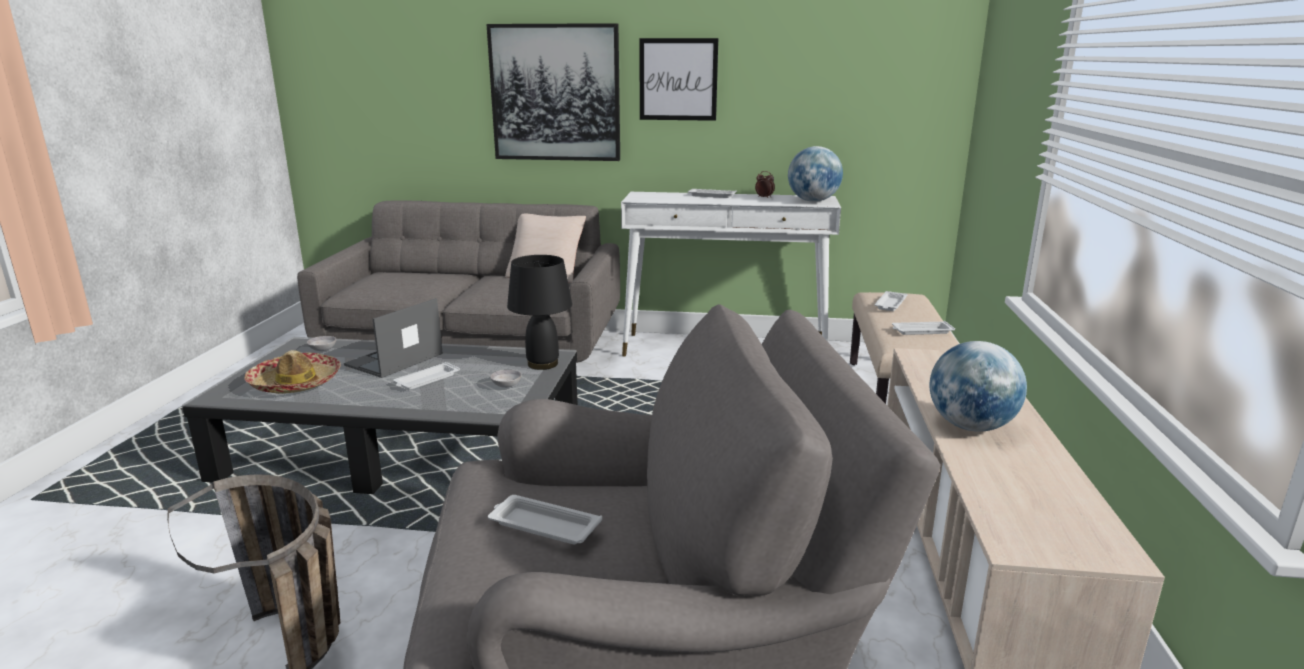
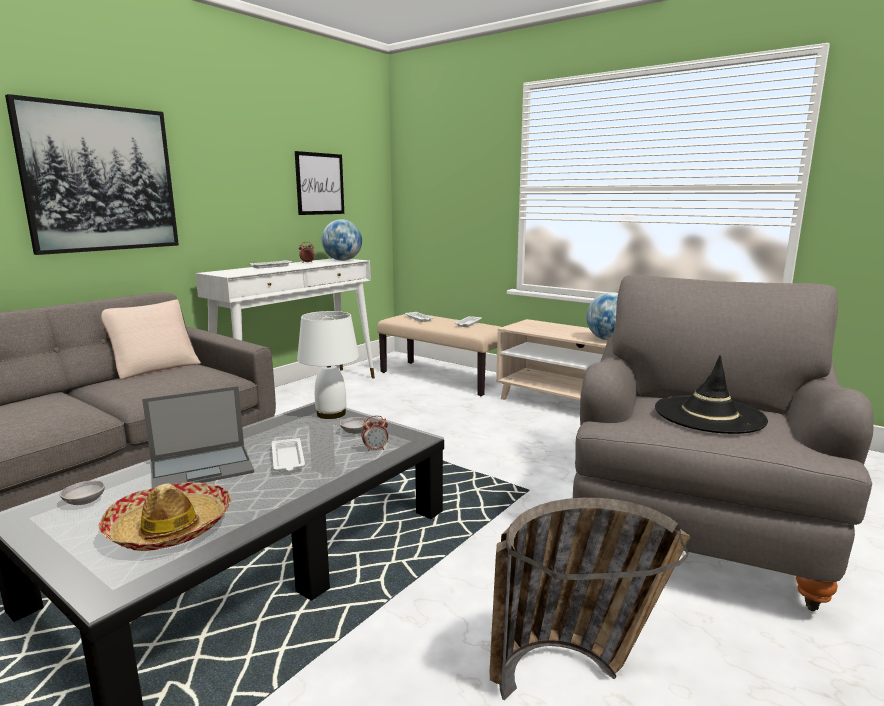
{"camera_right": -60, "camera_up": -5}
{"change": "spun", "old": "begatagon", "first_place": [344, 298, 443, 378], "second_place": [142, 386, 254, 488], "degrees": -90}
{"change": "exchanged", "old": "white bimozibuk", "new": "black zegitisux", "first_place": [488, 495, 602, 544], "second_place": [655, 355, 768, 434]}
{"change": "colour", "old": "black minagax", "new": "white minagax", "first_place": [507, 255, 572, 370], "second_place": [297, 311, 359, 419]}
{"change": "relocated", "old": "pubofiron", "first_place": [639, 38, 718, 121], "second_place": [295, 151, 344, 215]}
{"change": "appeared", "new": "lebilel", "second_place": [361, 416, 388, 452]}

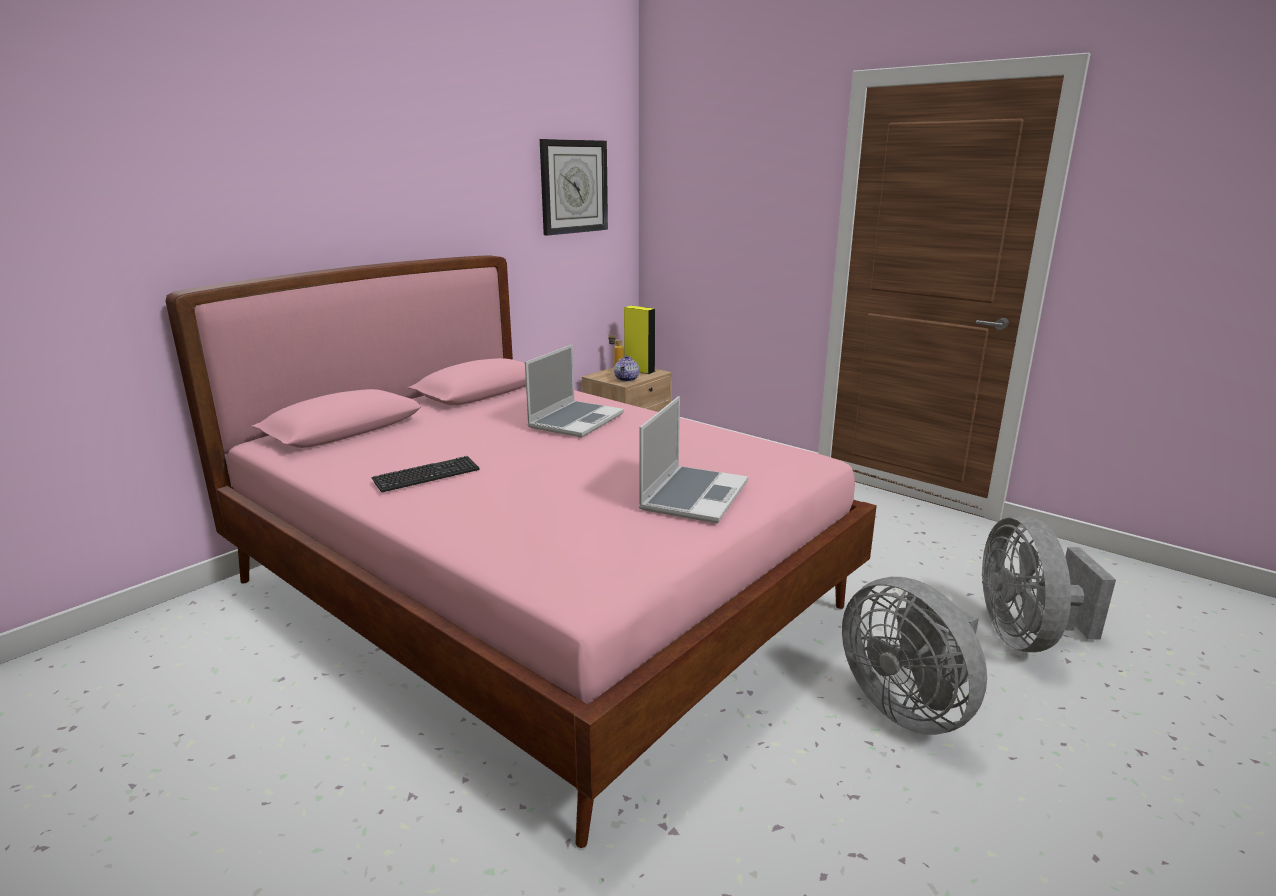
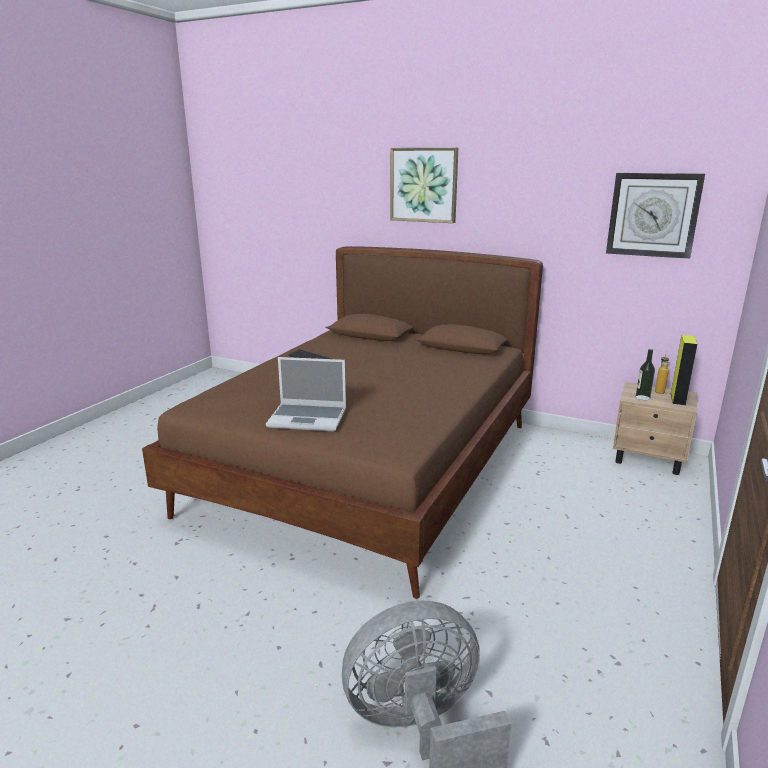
{"camera_right": 75, "camera_up": 0}
{"change": "colour", "old": "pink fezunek", "new": "brown fezunek", "first_place": [166, 256, 877, 848], "second_place": [142, 246, 543, 599]}
{"change": "missing", "old": "begatagon", "first_place": [525, 344, 624, 438]}
{"change": "exchanged", "old": "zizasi", "new": "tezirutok", "first_place": [614, 355, 639, 382], "second_place": [636, 349, 655, 400]}
{"change": "missing", "old": "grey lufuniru", "first_place": [842, 577, 987, 735]}
{"change": "appeared", "new": "pubofiron", "second_place": [390, 148, 458, 223]}

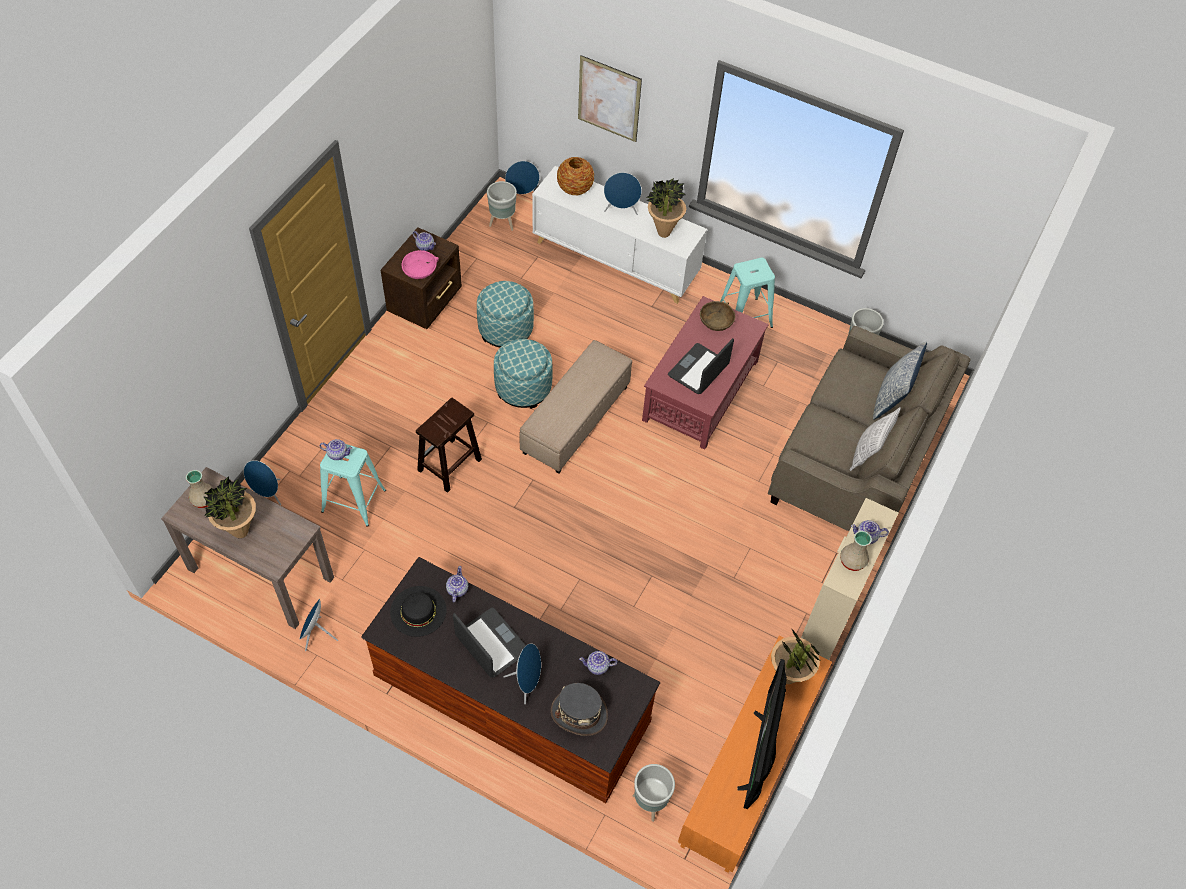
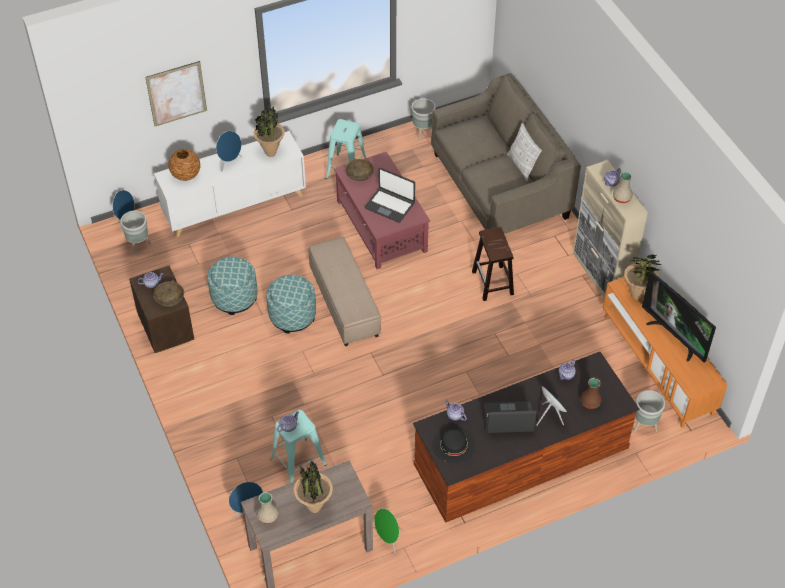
{"camera_right": -50, "camera_up": -5}
{"change": "colour", "old": "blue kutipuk", "new": "green kutipuk", "first_place": [300, 599, 338, 651], "second_place": [374, 508, 403, 553]}
{"change": "colour", "old": "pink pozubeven", "new": "brown pozubeven", "first_place": [401, 250, 439, 279], "second_place": [153, 280, 184, 307]}
{"change": "relocated", "old": "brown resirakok", "first_place": [416, 398, 482, 493], "second_place": [472, 227, 514, 301]}
{"change": "exchanged", "old": "grey zegitisux", "new": "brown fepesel", "first_place": [551, 683, 608, 736], "second_place": [581, 378, 602, 409]}
{"change": "spun", "old": "begatagon", "first_place": [668, 338, 734, 394], "second_place": [365, 168, 415, 223], "degrees": -45}
{"change": "missing", "old": "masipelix", "first_place": [873, 342, 927, 420]}

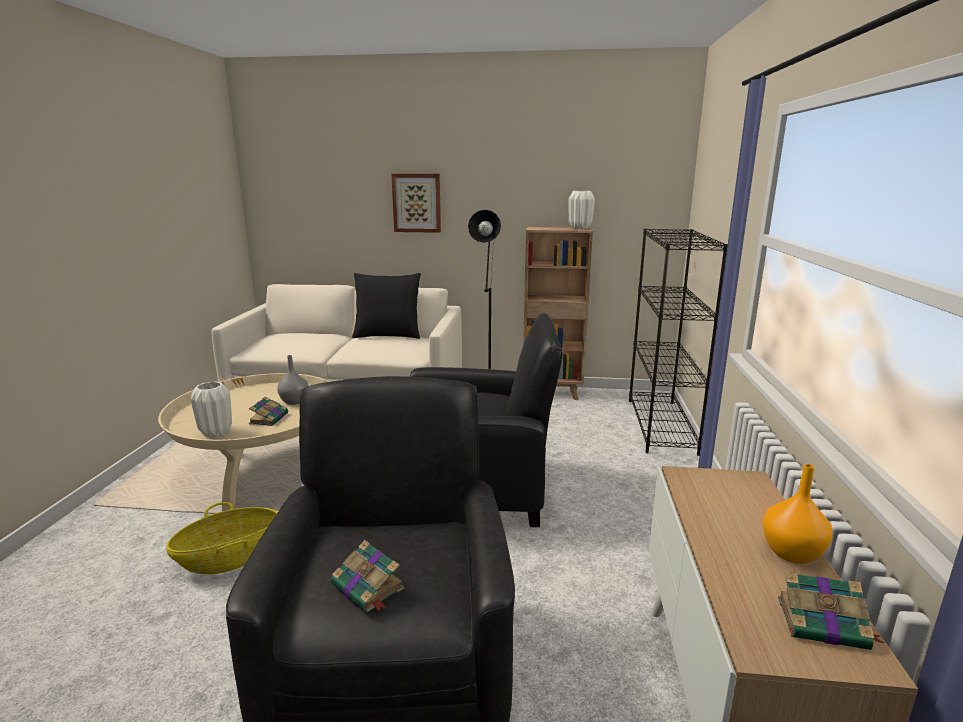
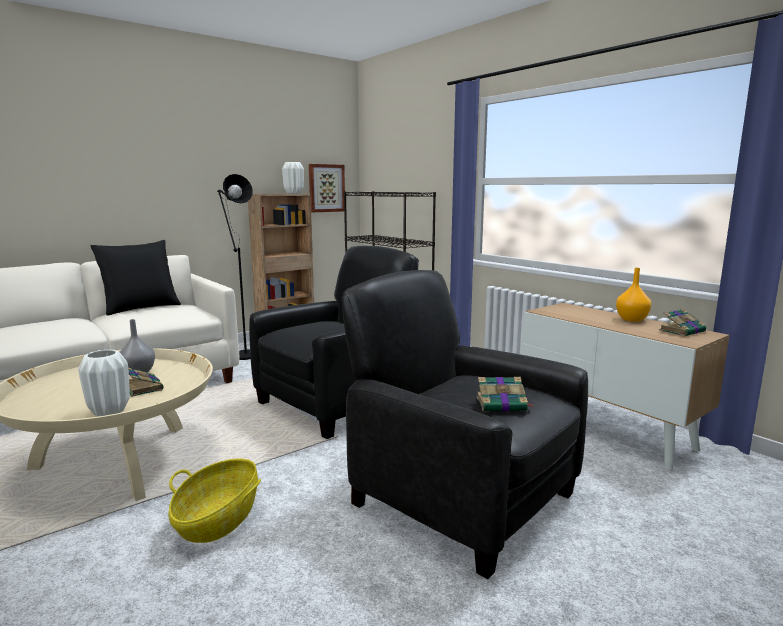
{"camera_right": -45, "camera_up": -5}
{"change": "relocated", "old": "pubofiron", "first_place": [391, 174, 441, 233], "second_place": [309, 164, 345, 212]}

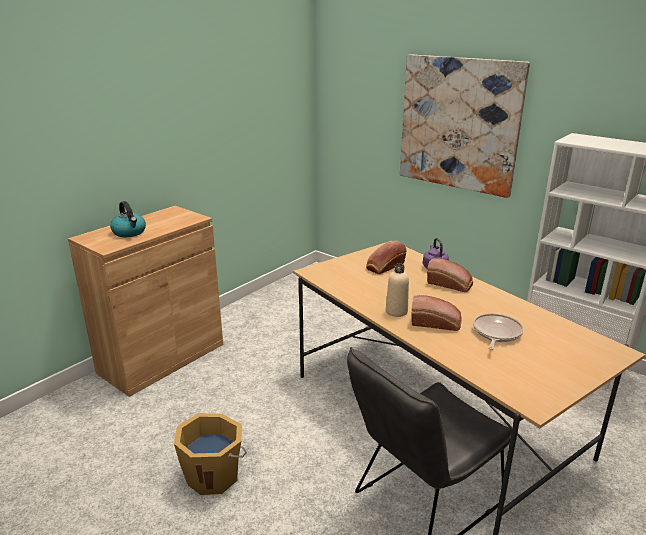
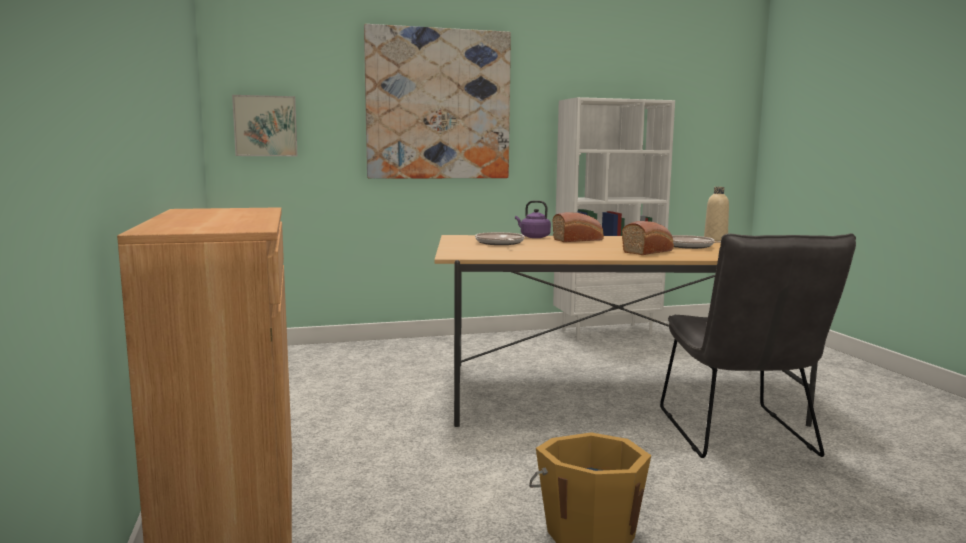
{"camera_right": -55, "camera_up": -15}
{"change": "missing", "old": "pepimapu", "first_place": [110, 201, 146, 237]}
{"change": "exchanged", "old": "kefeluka", "new": "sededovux", "first_place": [366, 241, 407, 274], "second_place": [475, 232, 524, 245]}
{"change": "relocated", "old": "beige tezirutok", "first_place": [386, 263, 409, 317], "second_place": [704, 187, 729, 241]}
{"change": "appeared", "new": "pubofiron", "second_place": [232, 95, 298, 156]}

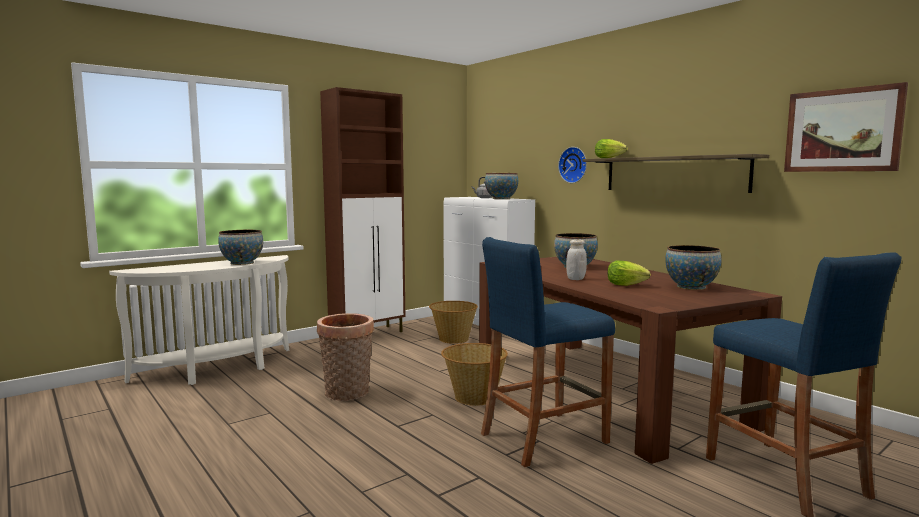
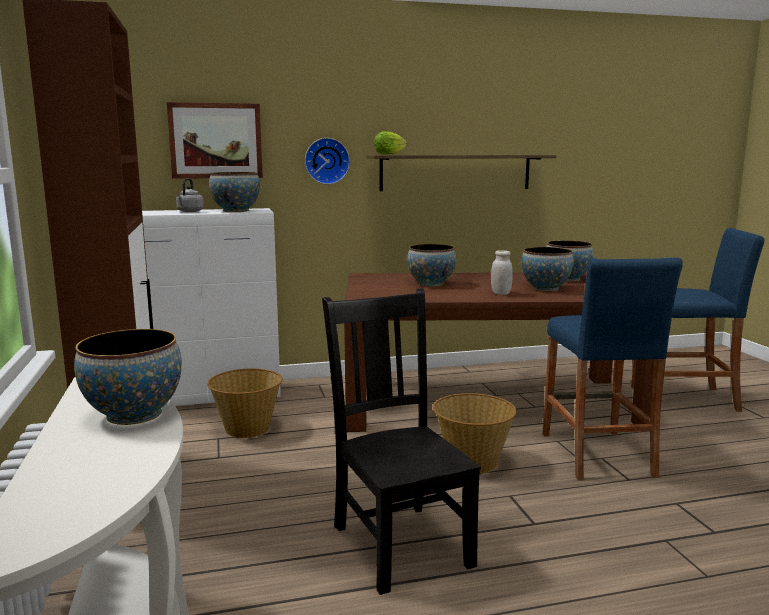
{"camera_right": -65, "camera_up": 5}
{"change": "exchanged", "old": "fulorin", "new": "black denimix", "first_place": [317, 313, 374, 401], "second_place": [322, 288, 481, 595]}
{"change": "exchanged", "old": "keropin", "new": "pozubeven", "first_place": [608, 260, 651, 286], "second_place": [522, 247, 574, 291]}
{"change": "relocated", "old": "pubofiron", "first_place": [784, 82, 908, 172], "second_place": [167, 102, 263, 179]}

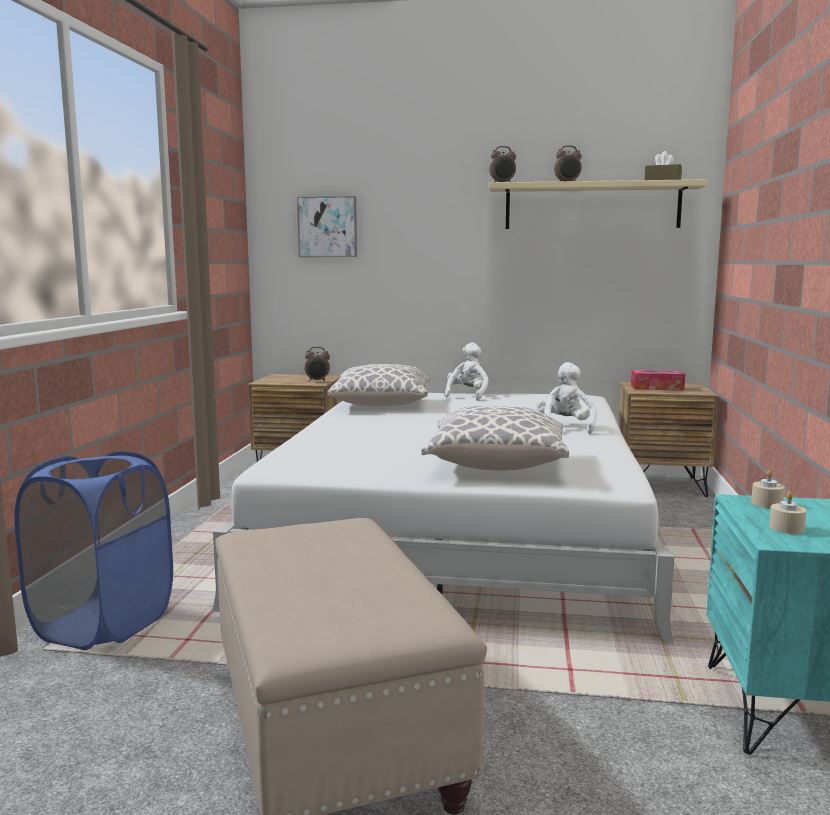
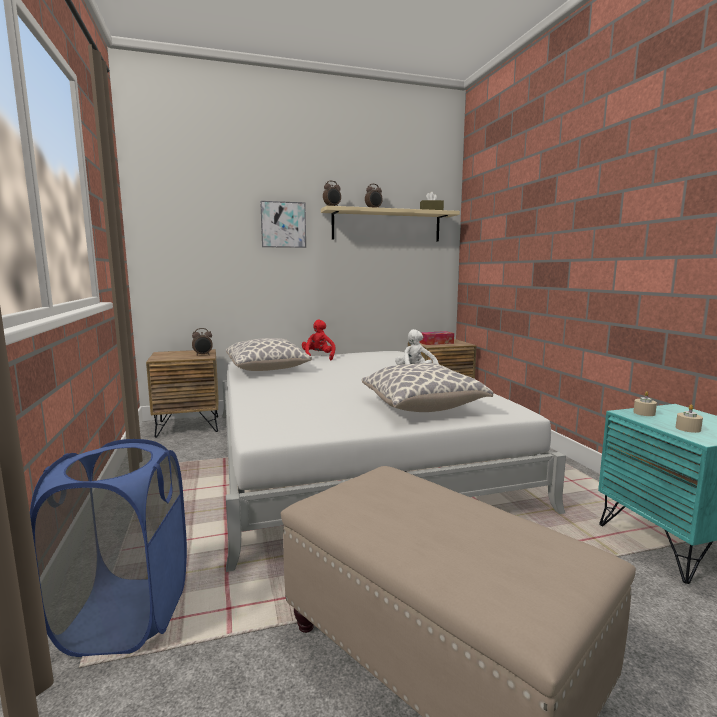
{"camera_right": -25, "camera_up": 0}
{"change": "relocated", "old": "pubofiron", "first_place": [297, 196, 357, 257], "second_place": [260, 201, 306, 248]}
{"change": "colour", "old": "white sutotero", "new": "red sutotero", "first_place": [445, 342, 489, 401], "second_place": [302, 319, 335, 360]}

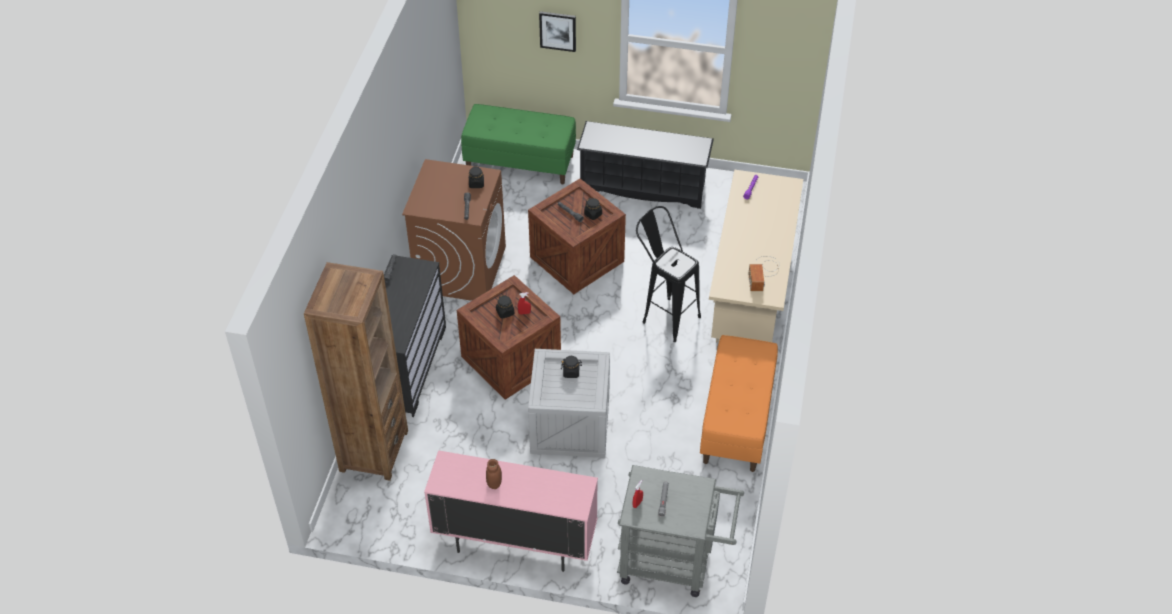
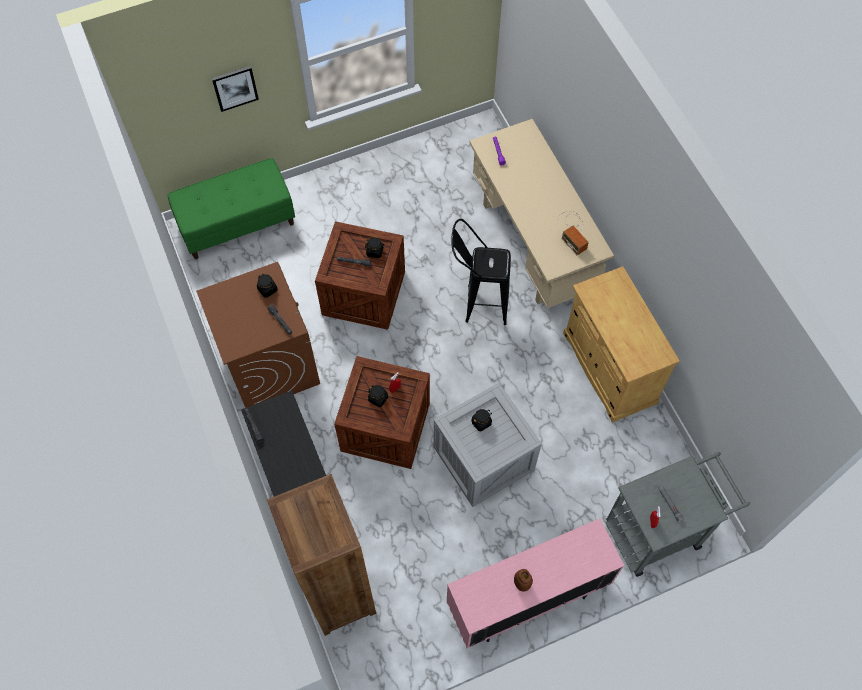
{"camera_right": -35, "camera_up": 15}
{"change": "missing", "old": "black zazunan", "first_place": [577, 121, 714, 209]}
{"change": "exchanged", "old": "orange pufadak", "new": "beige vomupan", "first_place": [700, 335, 778, 472], "second_place": [563, 266, 680, 422]}

